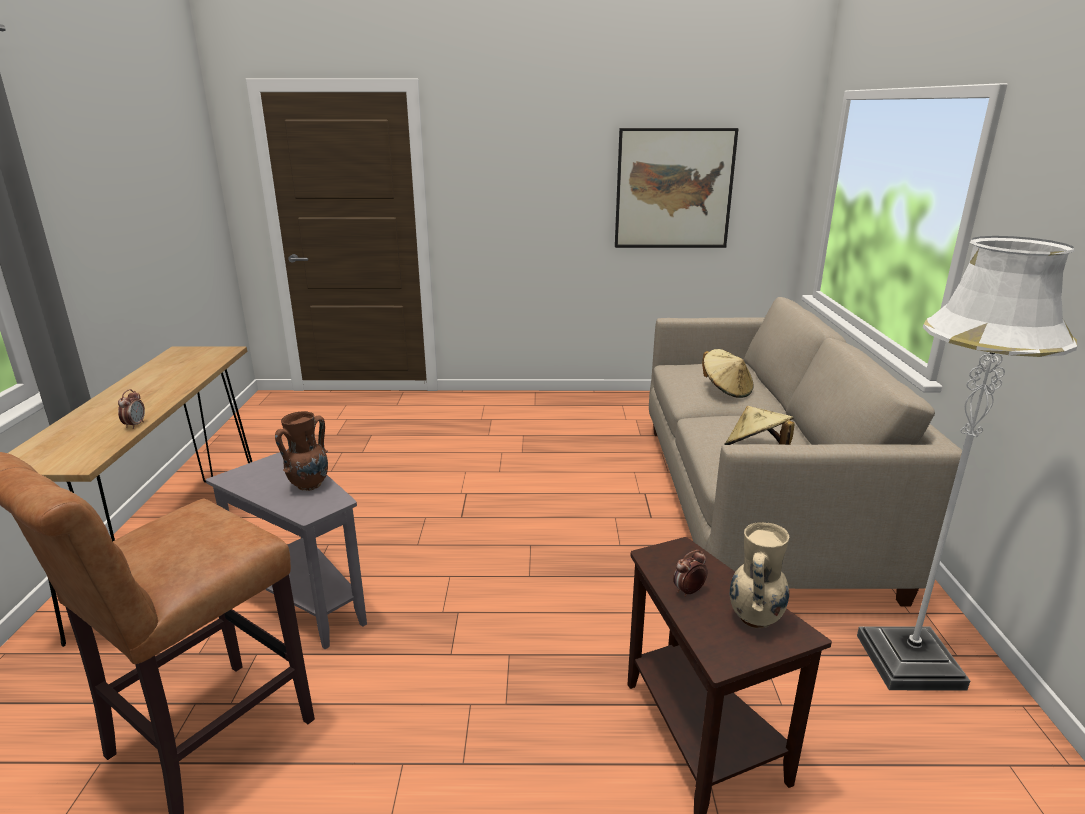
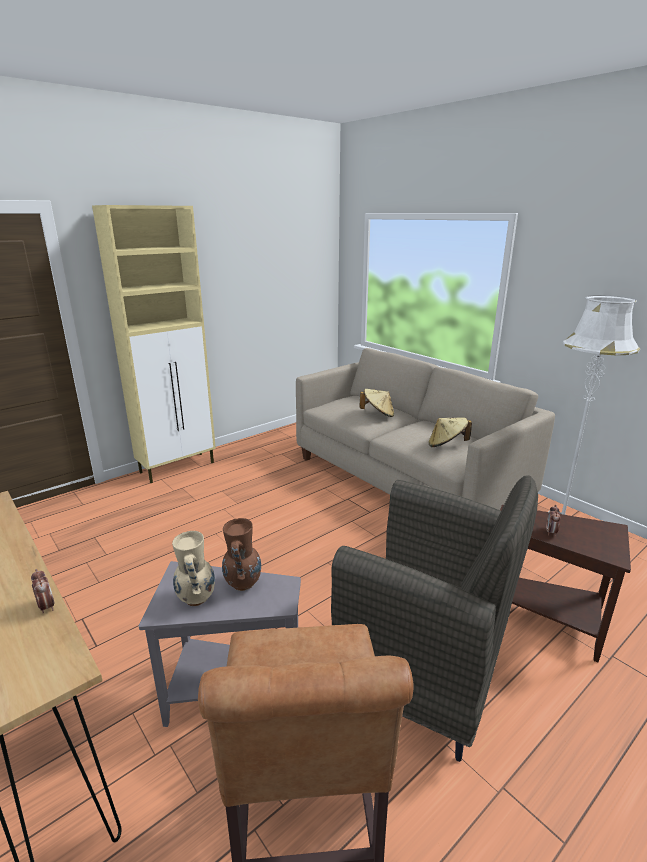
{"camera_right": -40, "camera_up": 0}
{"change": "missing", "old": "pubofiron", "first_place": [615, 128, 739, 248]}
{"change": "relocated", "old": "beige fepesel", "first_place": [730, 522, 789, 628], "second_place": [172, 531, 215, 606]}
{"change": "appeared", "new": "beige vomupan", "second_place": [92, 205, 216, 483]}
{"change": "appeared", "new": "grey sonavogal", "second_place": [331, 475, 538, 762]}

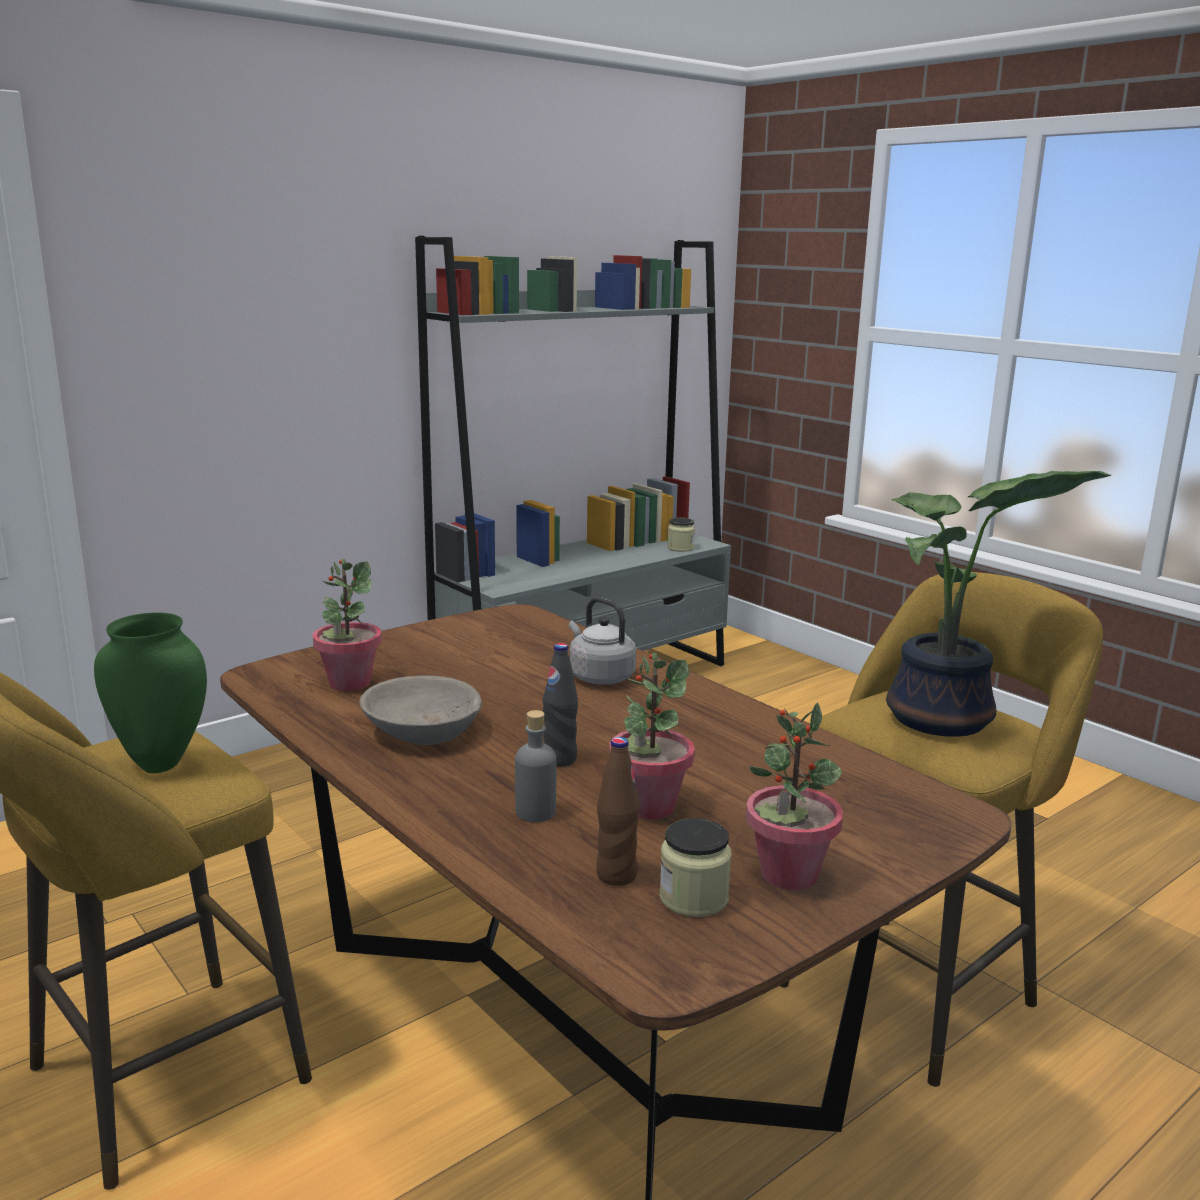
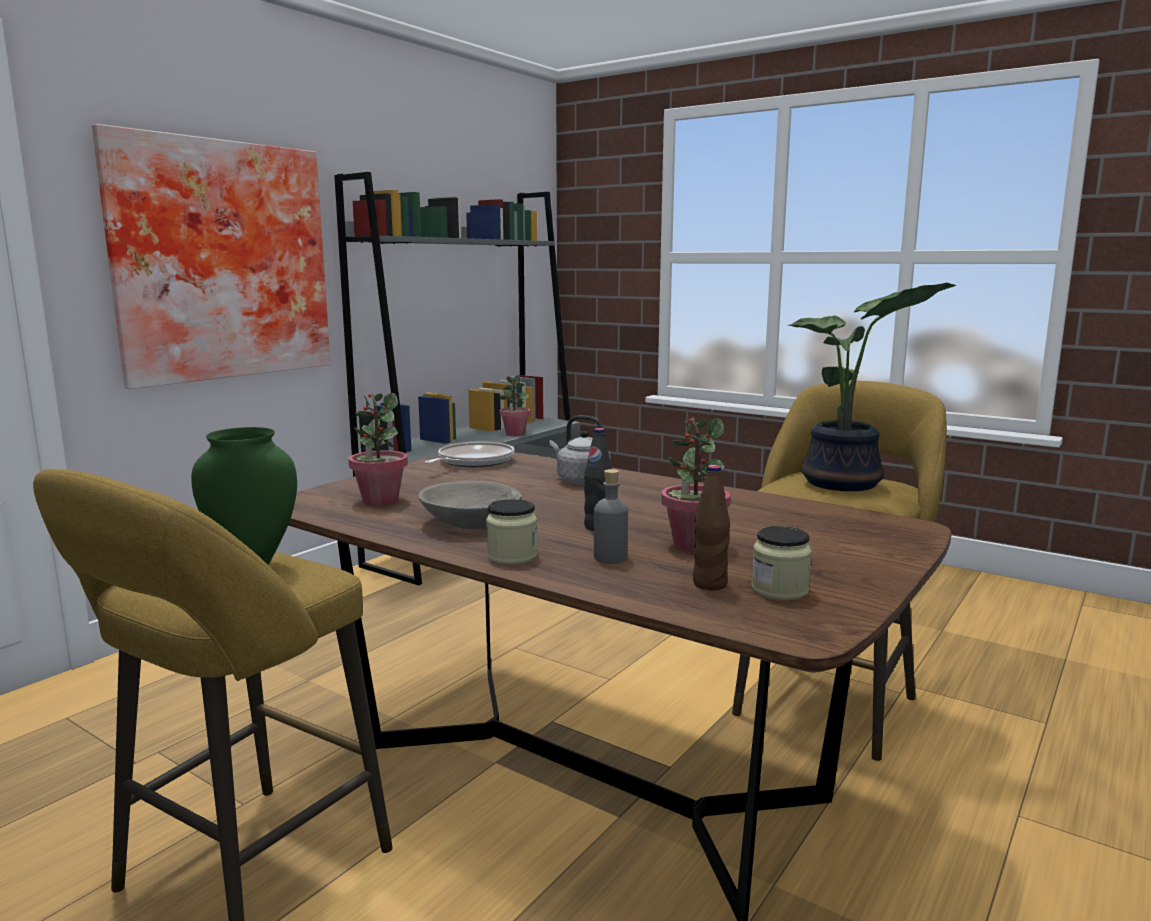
{"camera_right": -15, "camera_up": -5}
{"change": "relocated", "old": "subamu", "first_place": [667, 518, 695, 552], "second_place": [486, 499, 537, 565]}
{"change": "relocated", "old": "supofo", "first_place": [746, 703, 843, 890], "second_place": [499, 375, 531, 436]}
{"change": "appeared", "new": "pubofiron", "second_place": [92, 124, 331, 389]}
{"change": "appeared", "new": "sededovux", "second_place": [424, 441, 515, 467]}

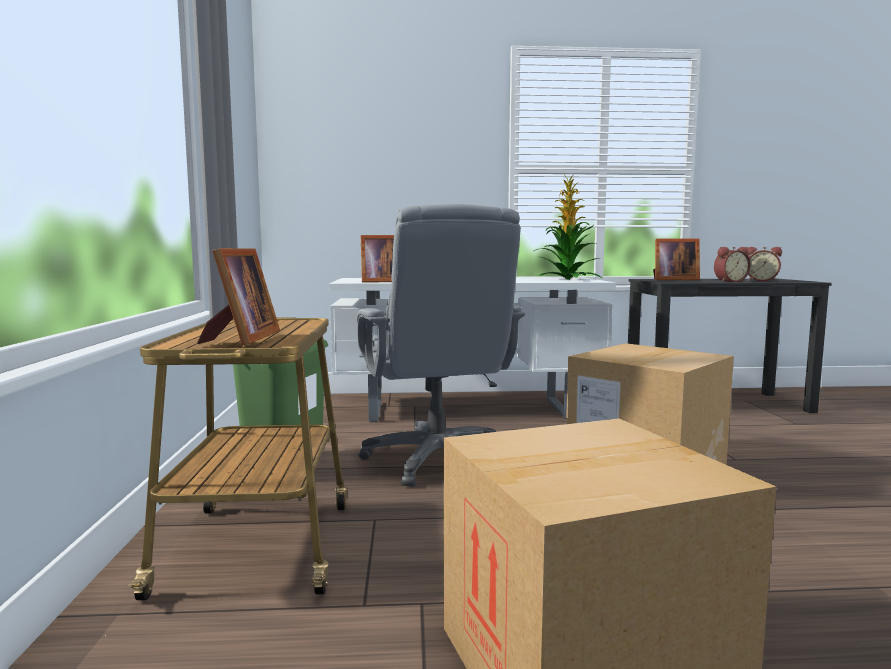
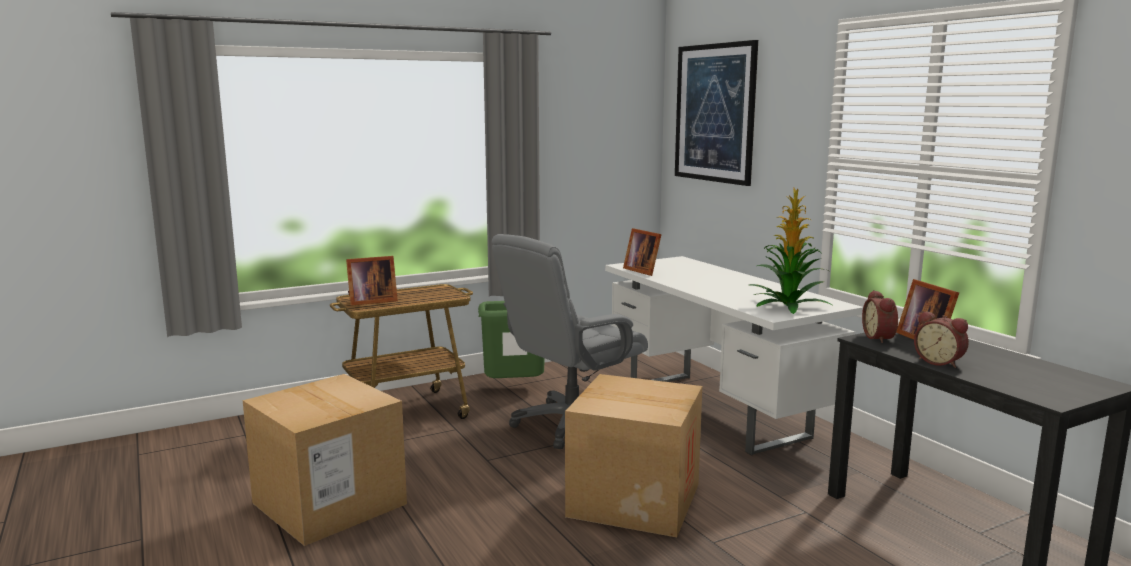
{"camera_right": 65, "camera_up": 5}
{"change": "relocated", "old": "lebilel", "first_place": [747, 247, 782, 282], "second_place": [862, 290, 898, 343]}
{"change": "appeared", "new": "pubofiron", "second_place": [675, 40, 758, 186]}

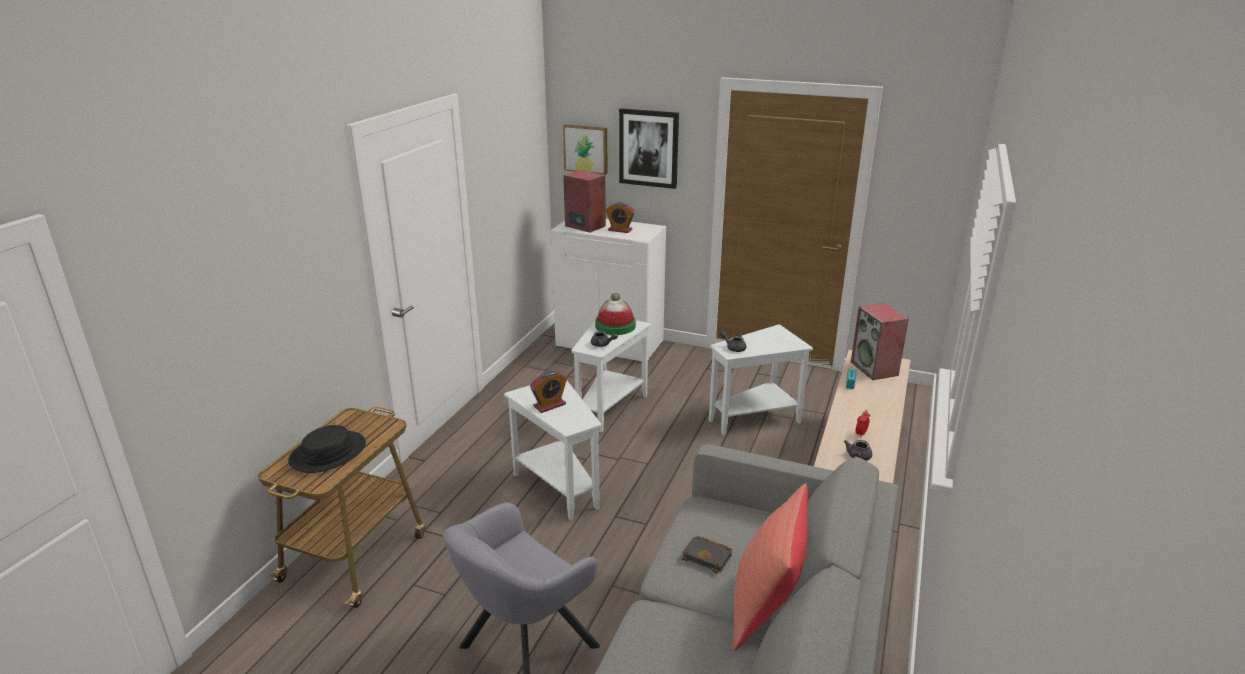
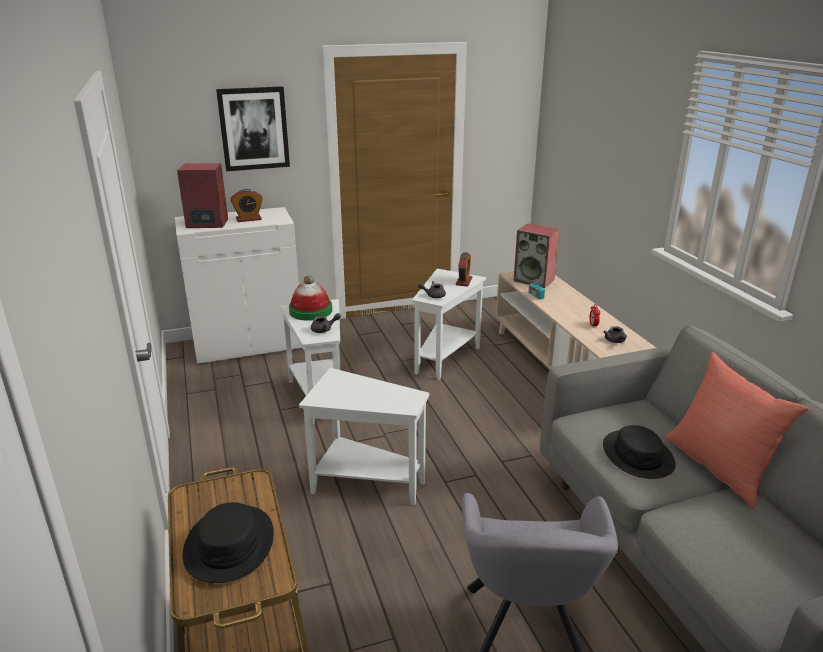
{"camera_right": -40, "camera_up": 0}
{"change": "relocated", "old": "lebilel", "first_place": [530, 371, 567, 413], "second_place": [456, 252, 472, 286]}
{"change": "missing", "old": "pubofiron", "first_place": [563, 125, 608, 175]}
{"change": "exchanged", "old": "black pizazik", "new": "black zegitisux", "first_place": [681, 536, 732, 573], "second_place": [603, 425, 676, 479]}

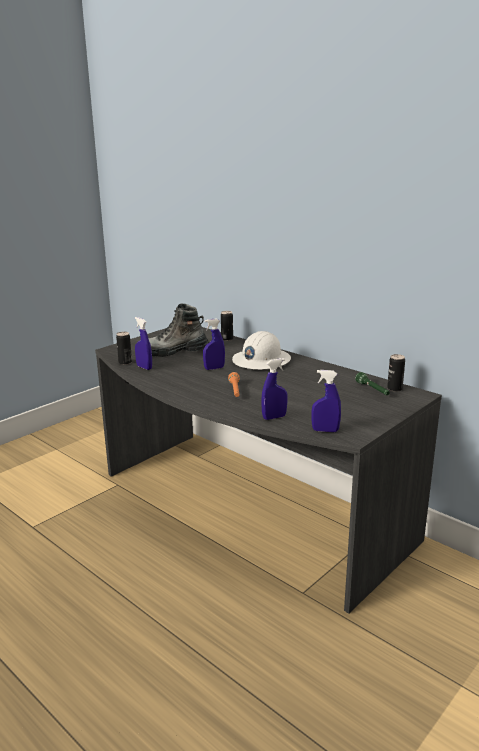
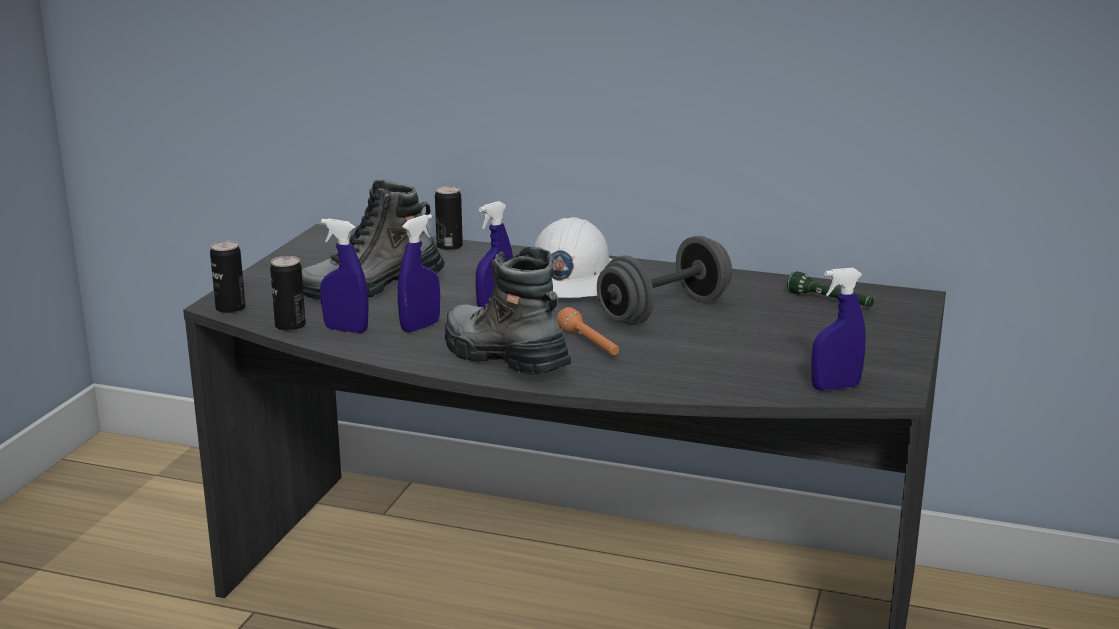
{"camera_right": -25, "camera_up": 0}
{"change": "relocated", "old": "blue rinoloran", "first_place": [261, 358, 288, 420], "second_place": [398, 214, 440, 333]}
{"change": "relocated", "old": "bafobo", "first_place": [387, 354, 405, 392], "second_place": [210, 241, 246, 314]}
{"change": "appeared", "new": "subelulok", "second_place": [445, 246, 571, 375]}
{"change": "appeared", "new": "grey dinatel", "second_place": [597, 236, 732, 325]}

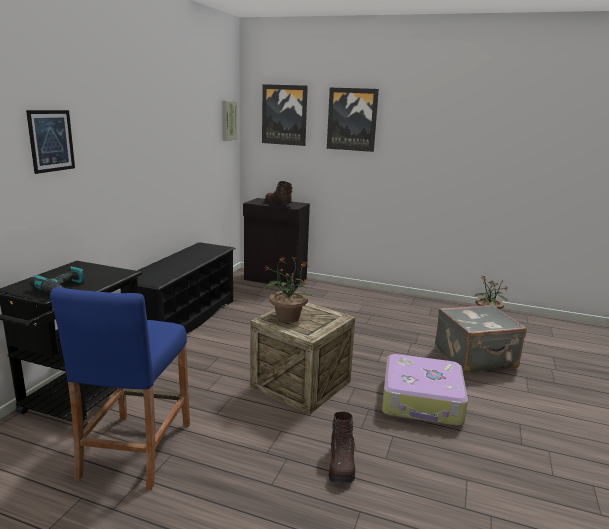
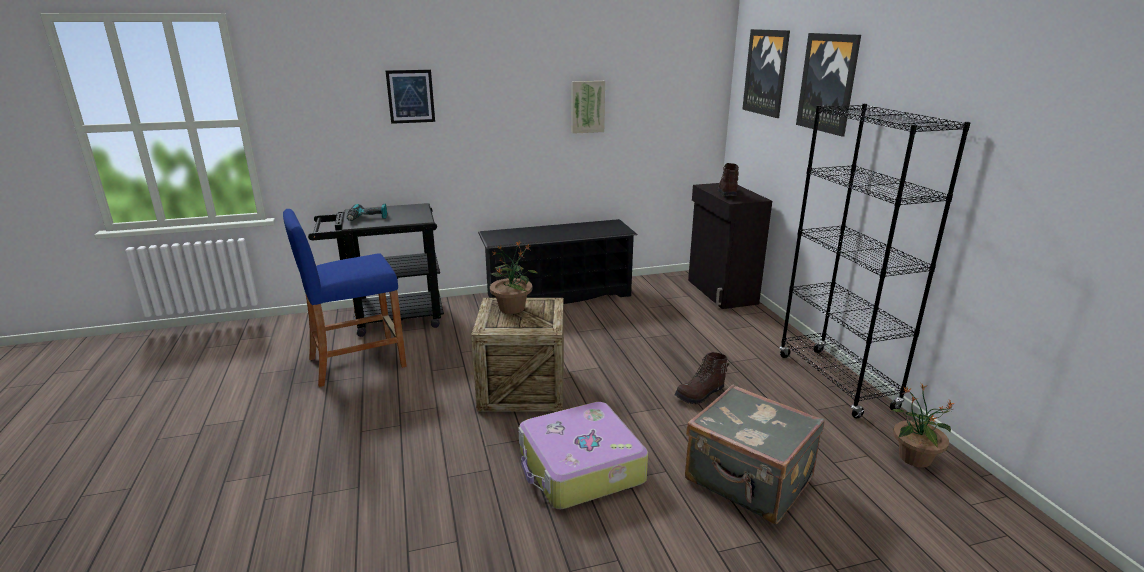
{"camera_right": 55, "camera_up": 5}
{"change": "relocated", "old": "pubofiron", "first_place": [222, 101, 238, 141], "second_place": [571, 81, 605, 134]}
{"change": "relocated", "old": "brown subelulok", "first_place": [328, 411, 356, 483], "second_place": [674, 352, 729, 404]}
{"change": "appeared", "new": "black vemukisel", "second_place": [780, 104, 971, 418]}

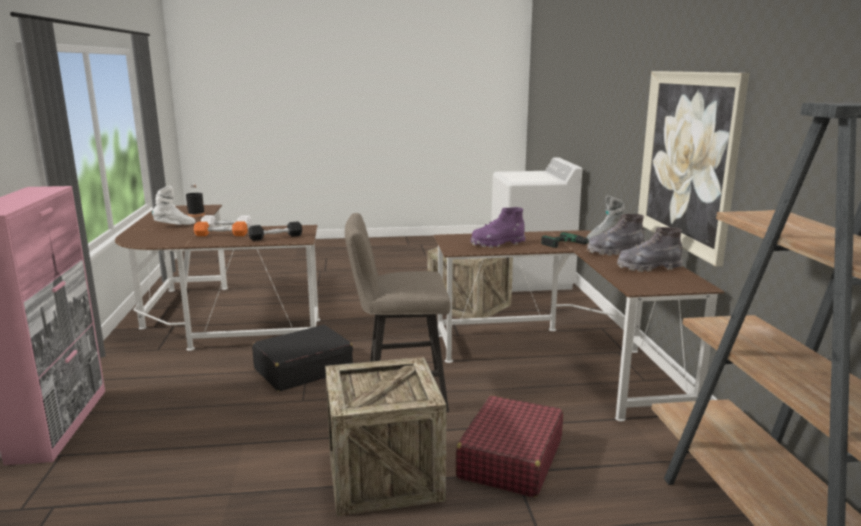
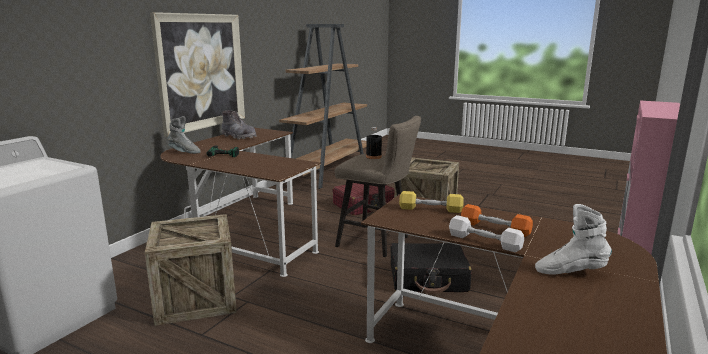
{"camera_right": -145, "camera_up": 0}
{"change": "relocated", "old": "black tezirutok", "first_place": [186, 184, 205, 217], "second_place": [366, 127, 382, 159]}
{"change": "colour", "old": "black dinatel", "new": "yellow dinatel", "first_place": [249, 221, 302, 241], "second_place": [399, 191, 464, 213]}
{"change": "missing", "old": "purple subelulok", "first_place": [471, 207, 526, 248]}
{"change": "missing", "old": "grey subelulok", "first_place": [587, 214, 644, 256]}

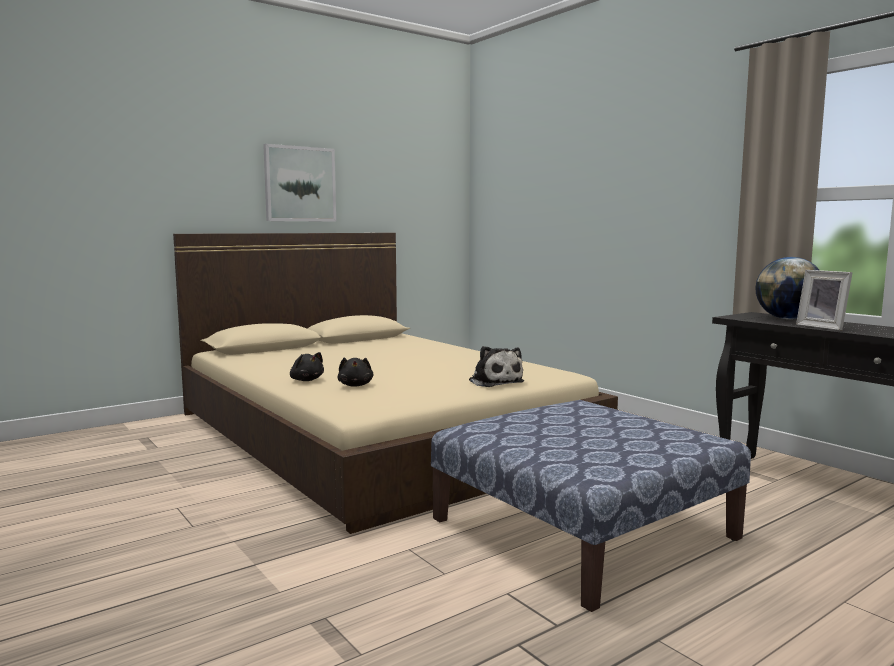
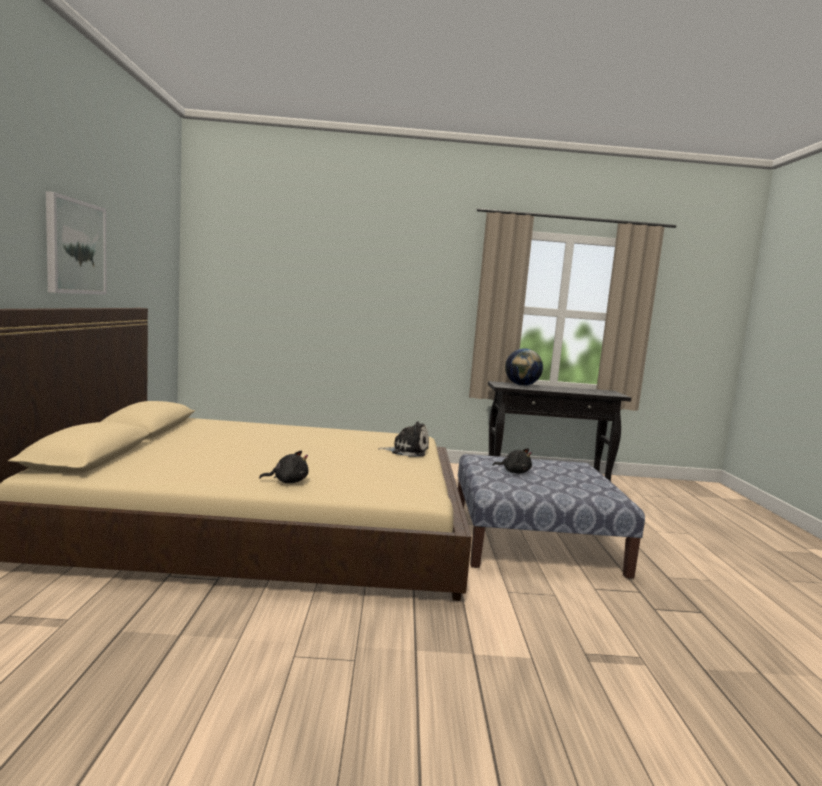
{"camera_right": -55, "camera_up": 0}
{"change": "relocated", "old": "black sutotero", "first_place": [337, 357, 373, 387], "second_place": [493, 448, 532, 474]}
{"change": "missing", "old": "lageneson", "first_place": [796, 270, 852, 331]}

